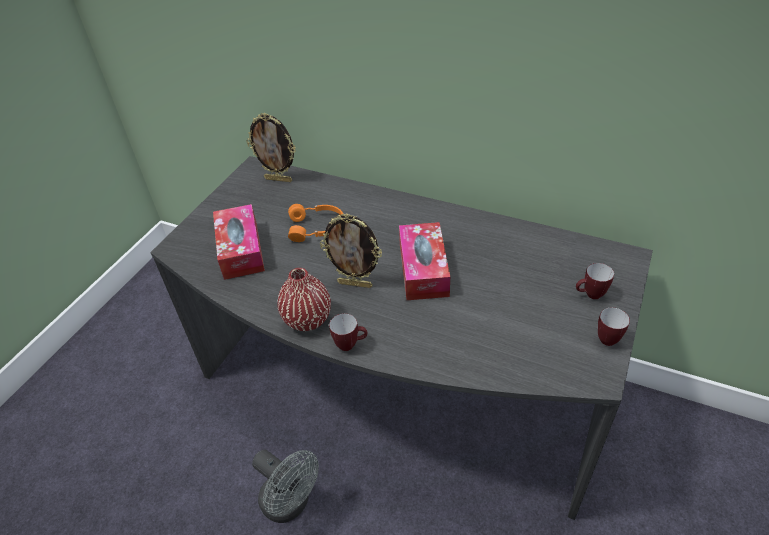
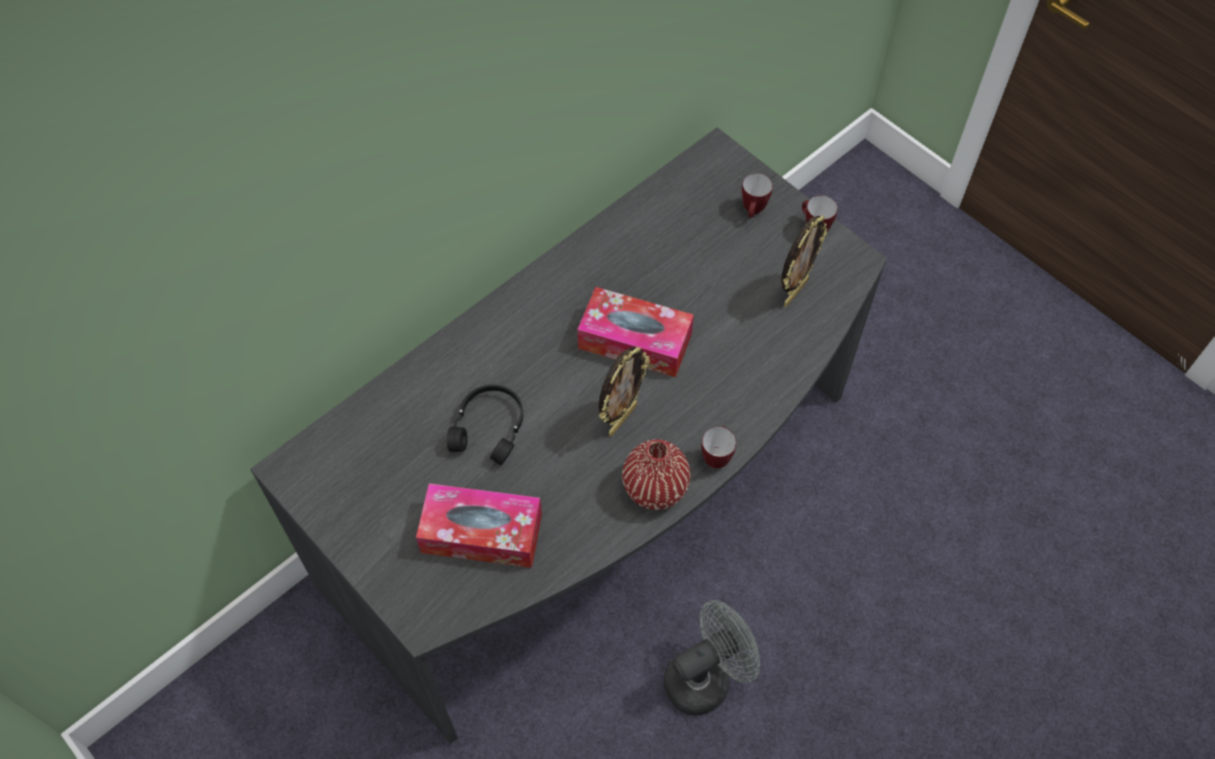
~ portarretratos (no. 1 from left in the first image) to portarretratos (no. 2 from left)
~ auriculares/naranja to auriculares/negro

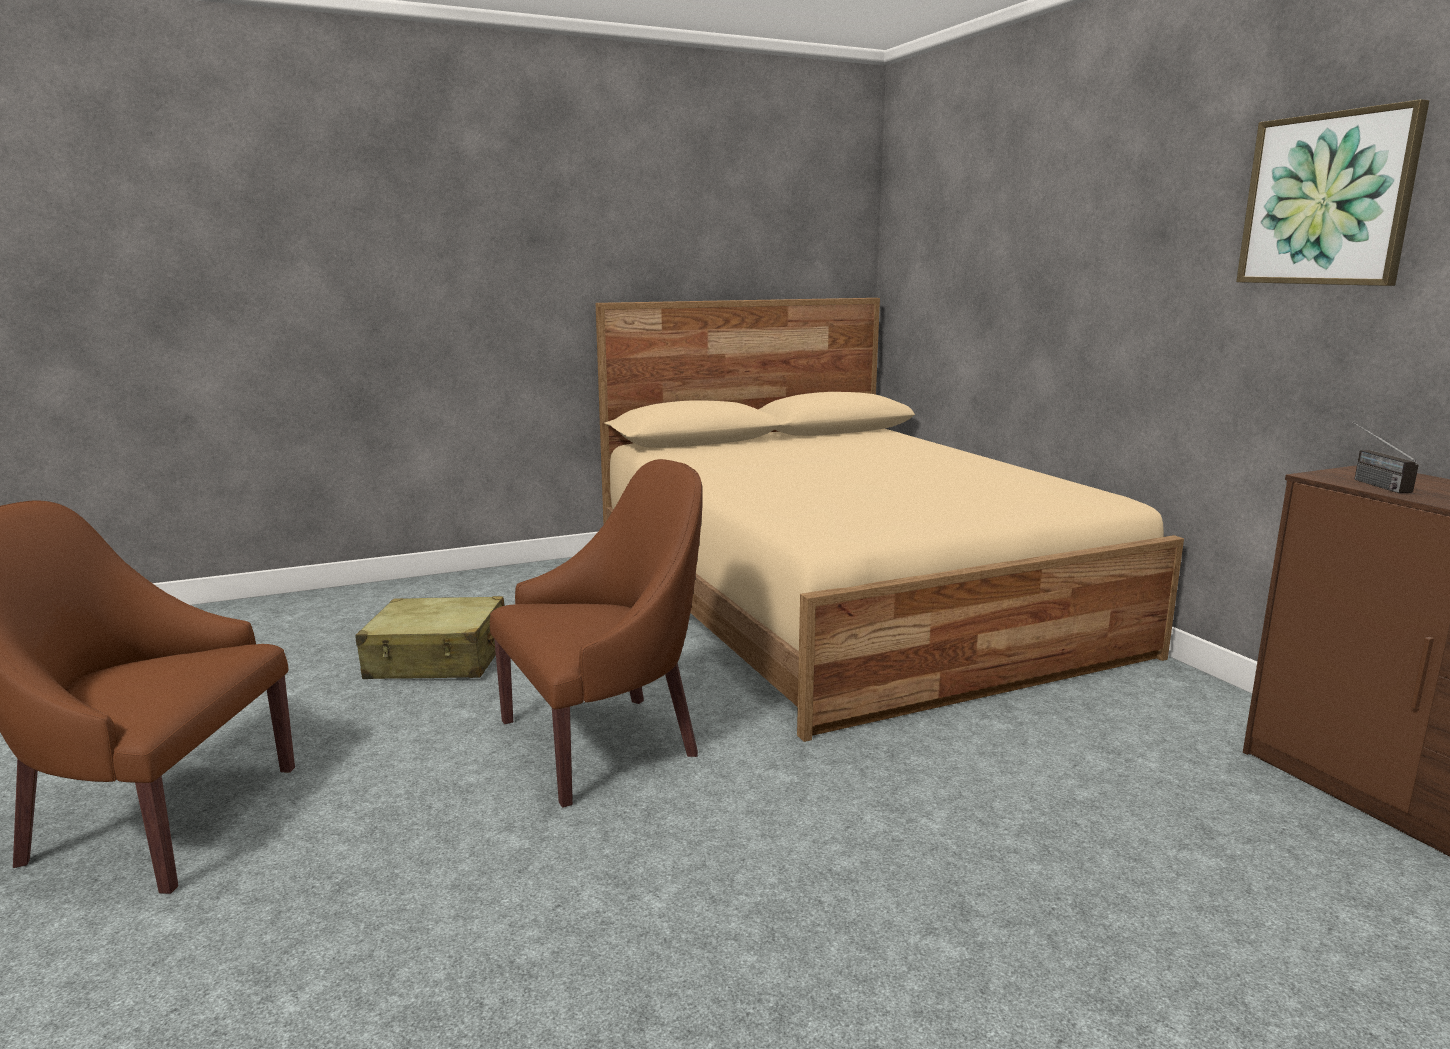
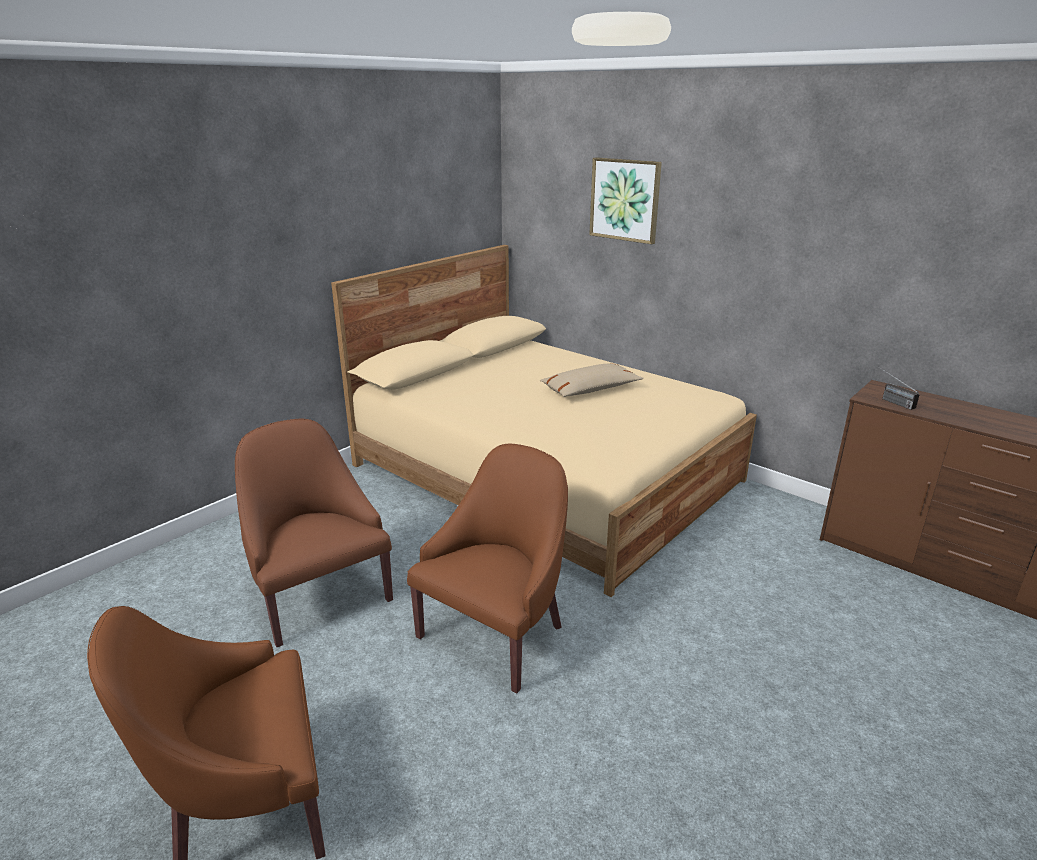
~ maleta/beis to sillón/marrón (no. 2 from left)
~ cuadro
+ cojín/beis

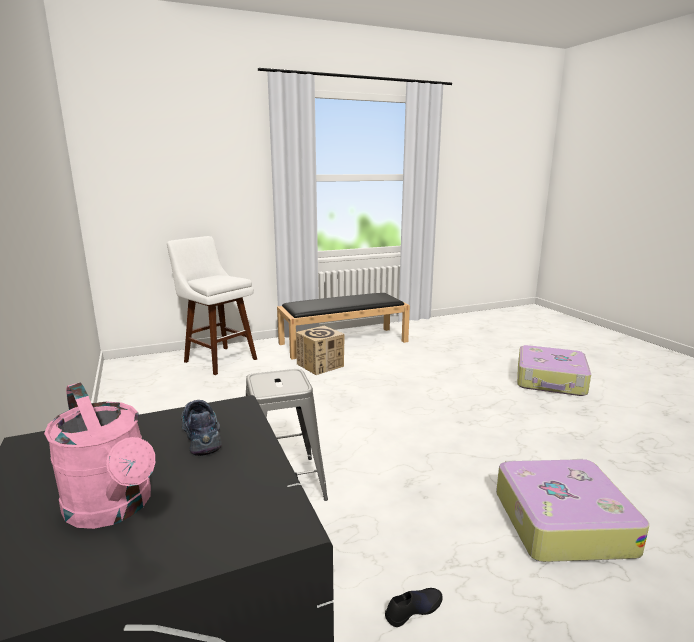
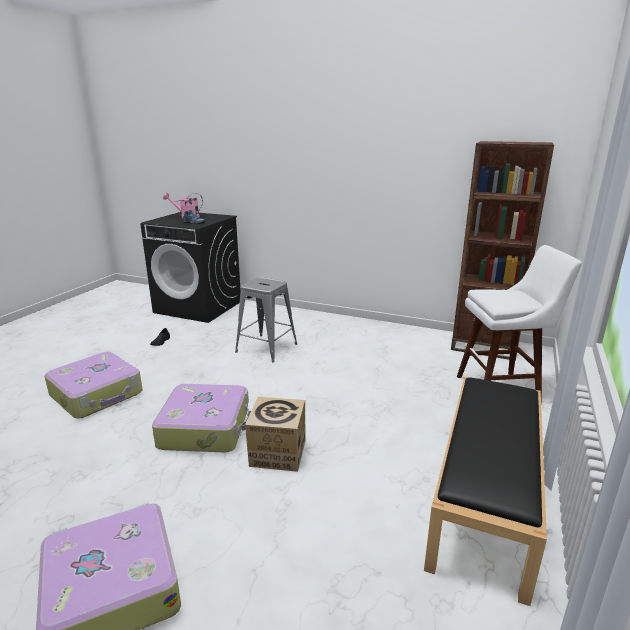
~ caja de cartón
+ maleta (no. 3 from left)
+ estantería/marrón

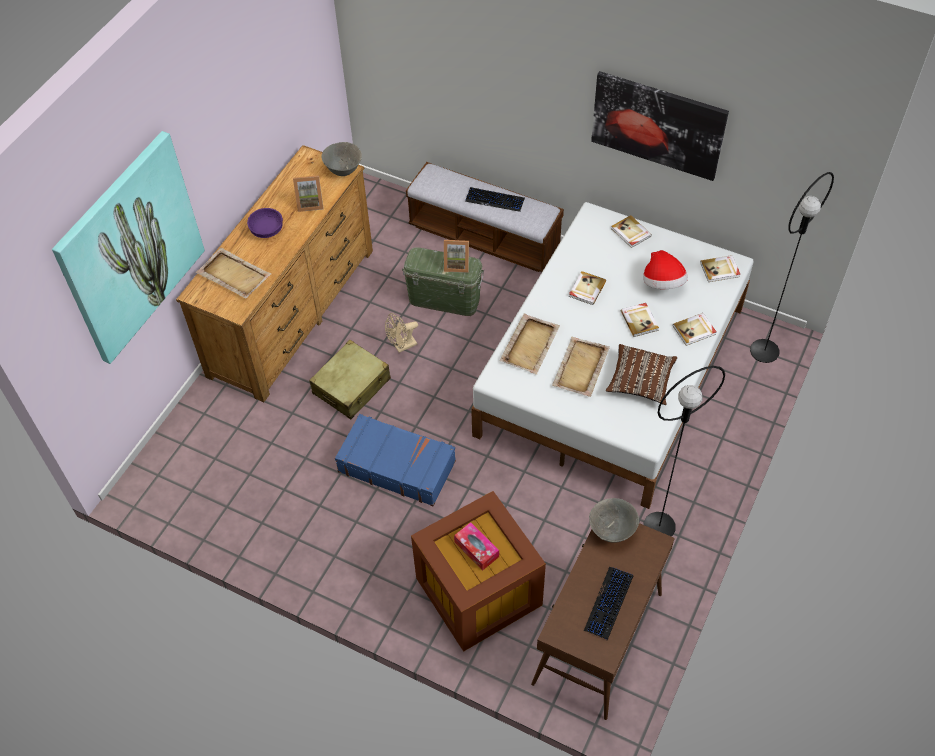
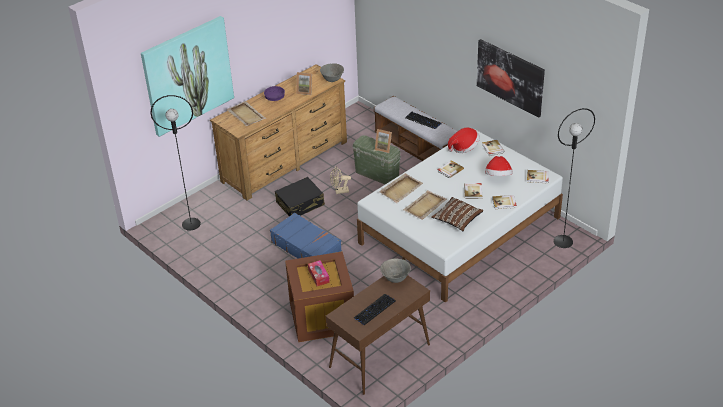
~ maleta/beis to maleta/negro
~ lámpara de pie/negro (no. 1 from left)
+ sombrero (no. 1 from left)

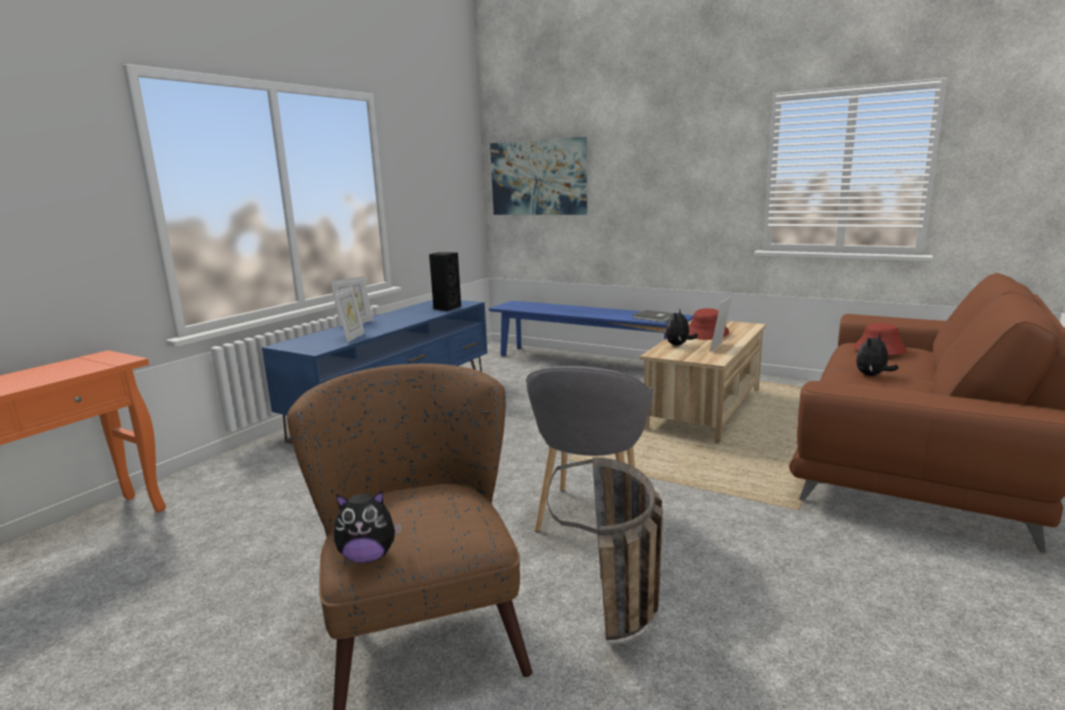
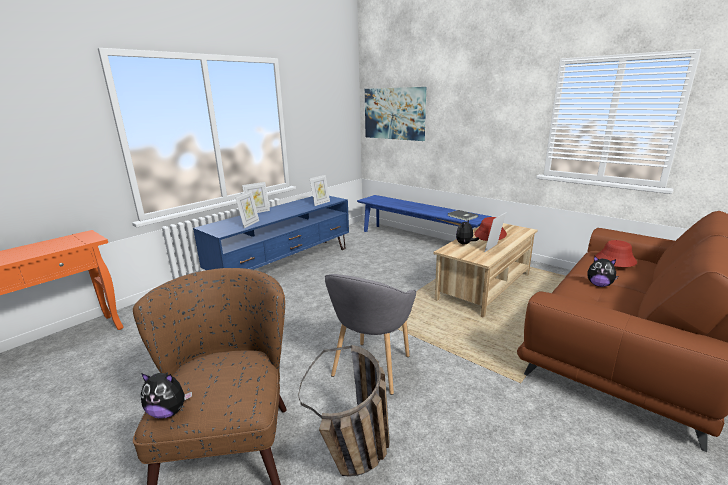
~ altavoz/negro to portarretratos (no. 3 from left)
~ peluche (no. 3 from left) 120 degrees counterclockwise

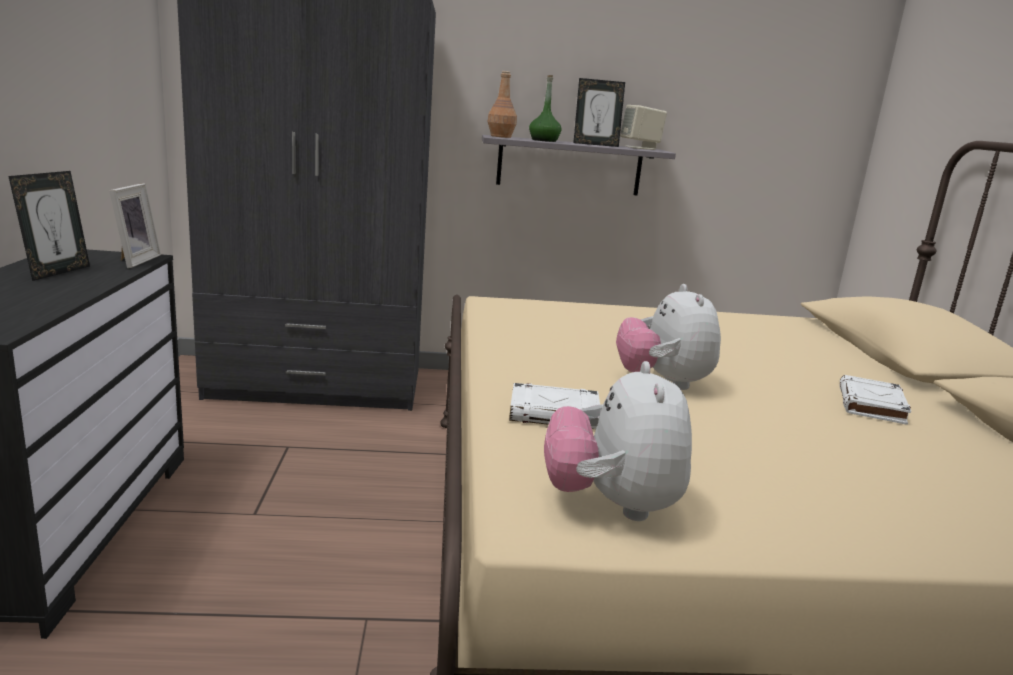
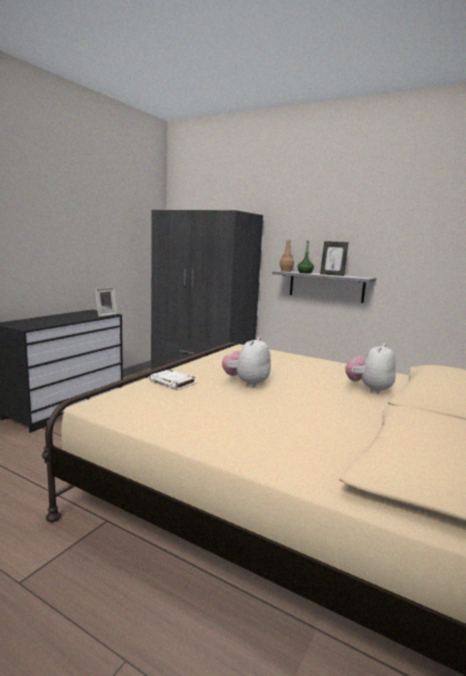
- portarretratos (no. 1 from left)
~ peluche (no. 1 from left in the first image) to peluche (no. 2 from left)
- altavoz/beis
- libro/blanco (no. 2 from left)

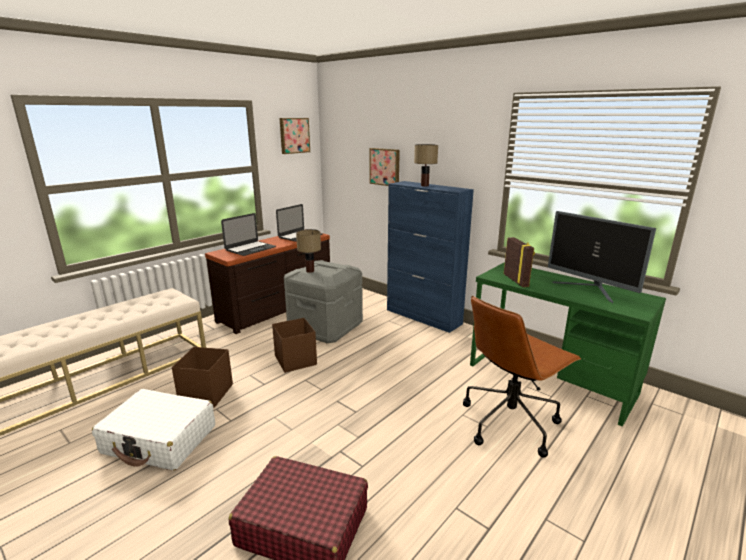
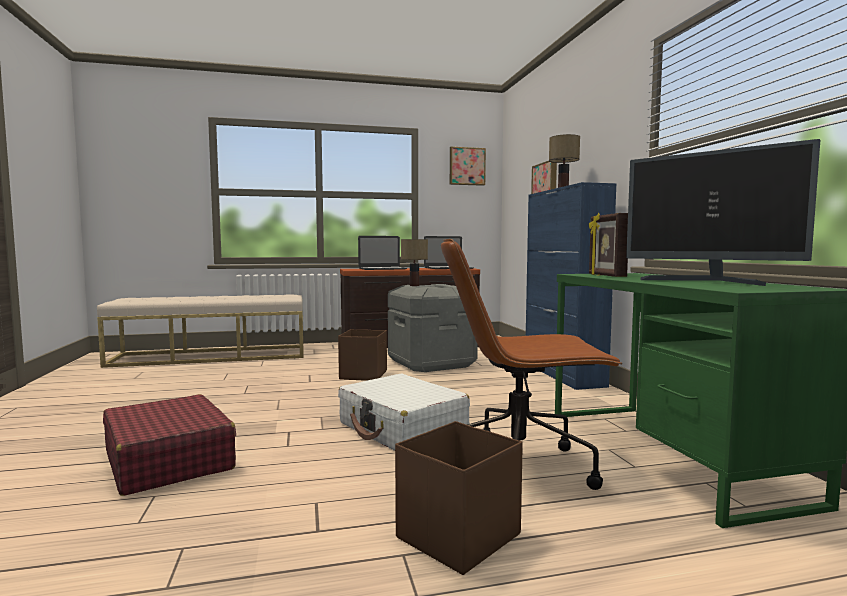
~ maleta/blanco
~ caja de almacenaje/marrón (no. 1 from left in the first image) to caja de almacenaje/marrón (no. 2 from left)
~ portarretratos 150 degrees clockwise
~ monitor 45 degrees counterclockwise

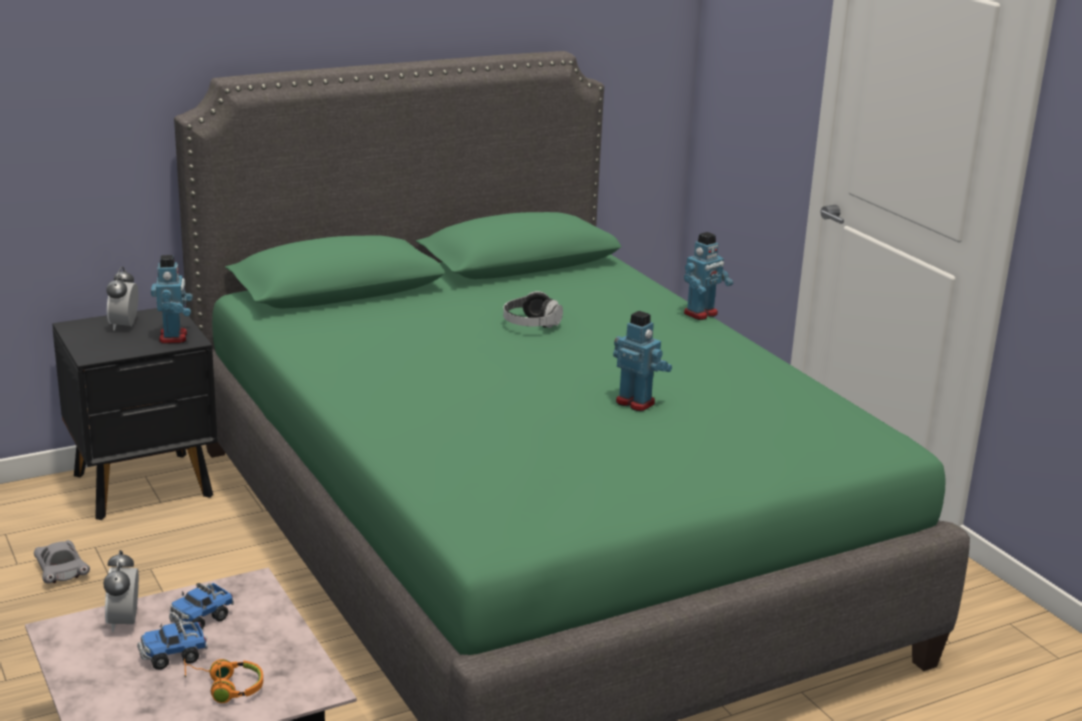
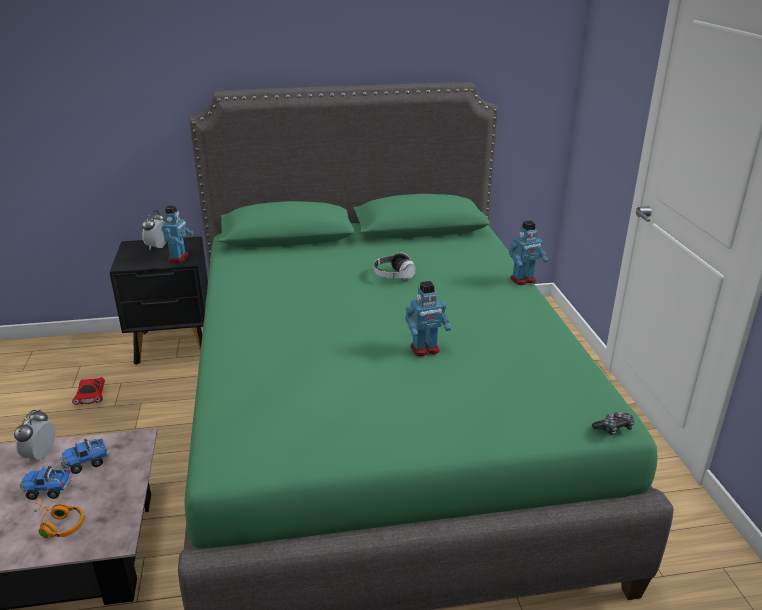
~ coche de juguete/gris to coche de juguete/rojo
~ robot de juguete (no. 2 from left) 105 degrees clockwise
+ mando de consola

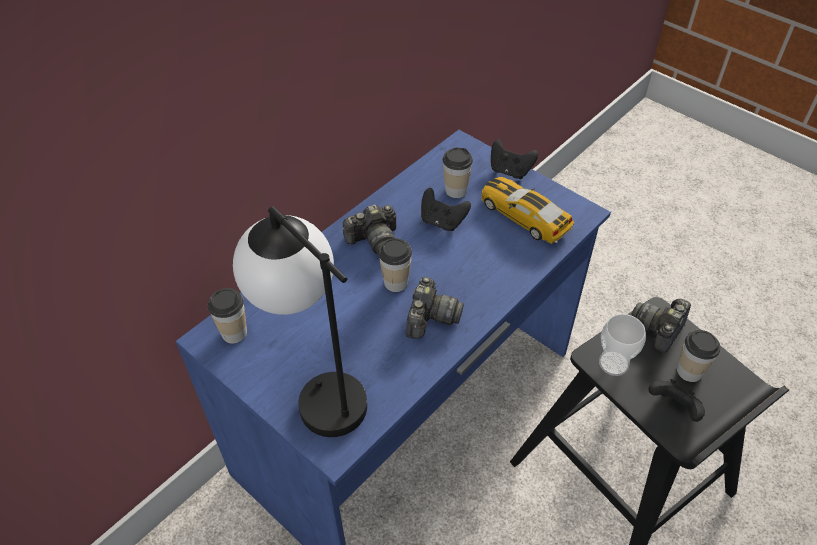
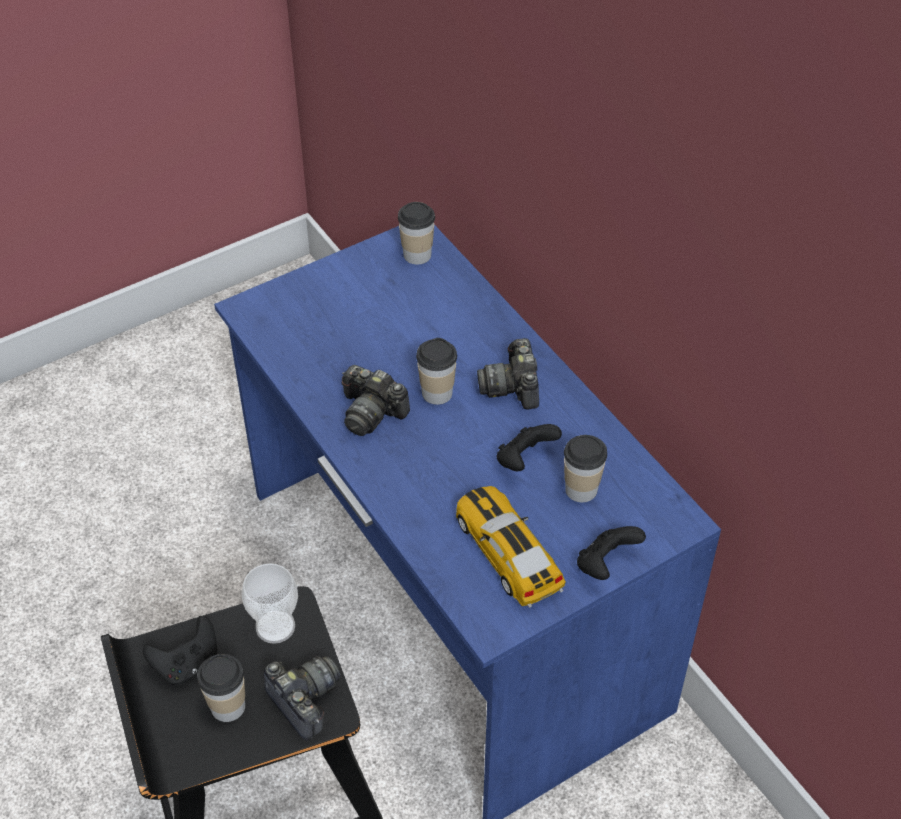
- lámpara de mesa
~ coche de juguete 90 degrees counterclockwise

